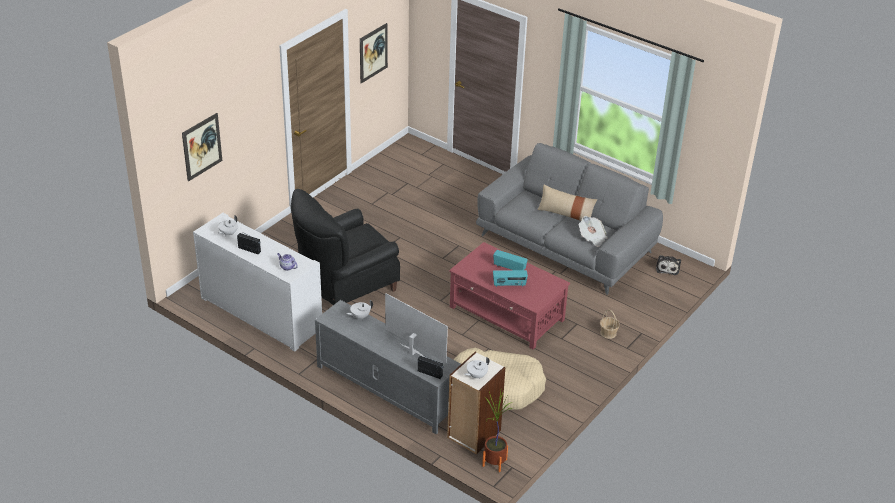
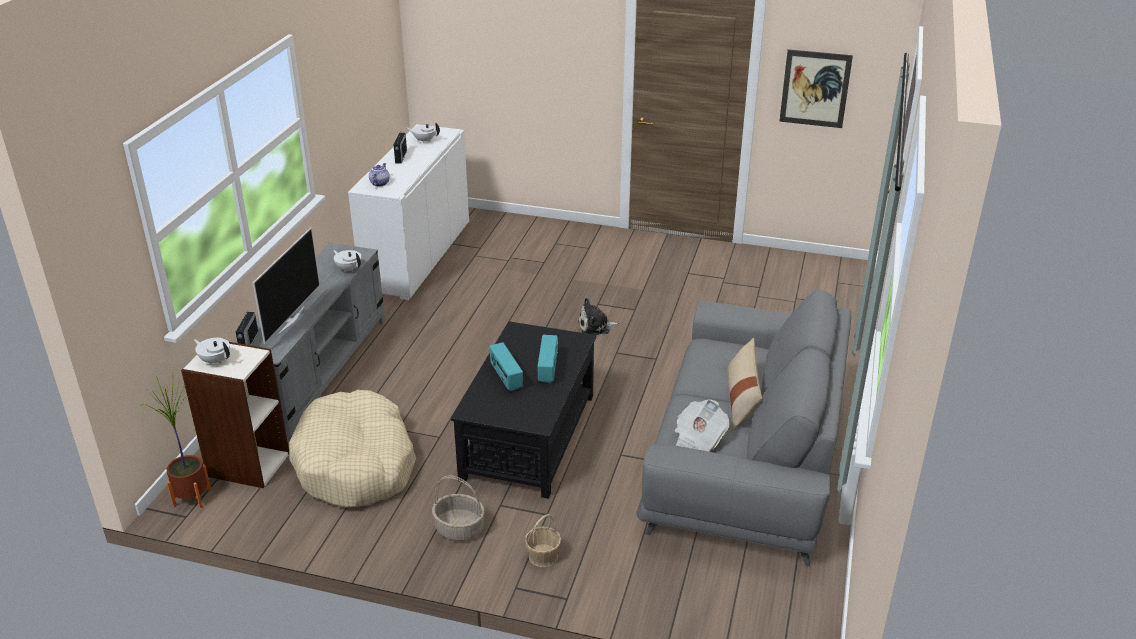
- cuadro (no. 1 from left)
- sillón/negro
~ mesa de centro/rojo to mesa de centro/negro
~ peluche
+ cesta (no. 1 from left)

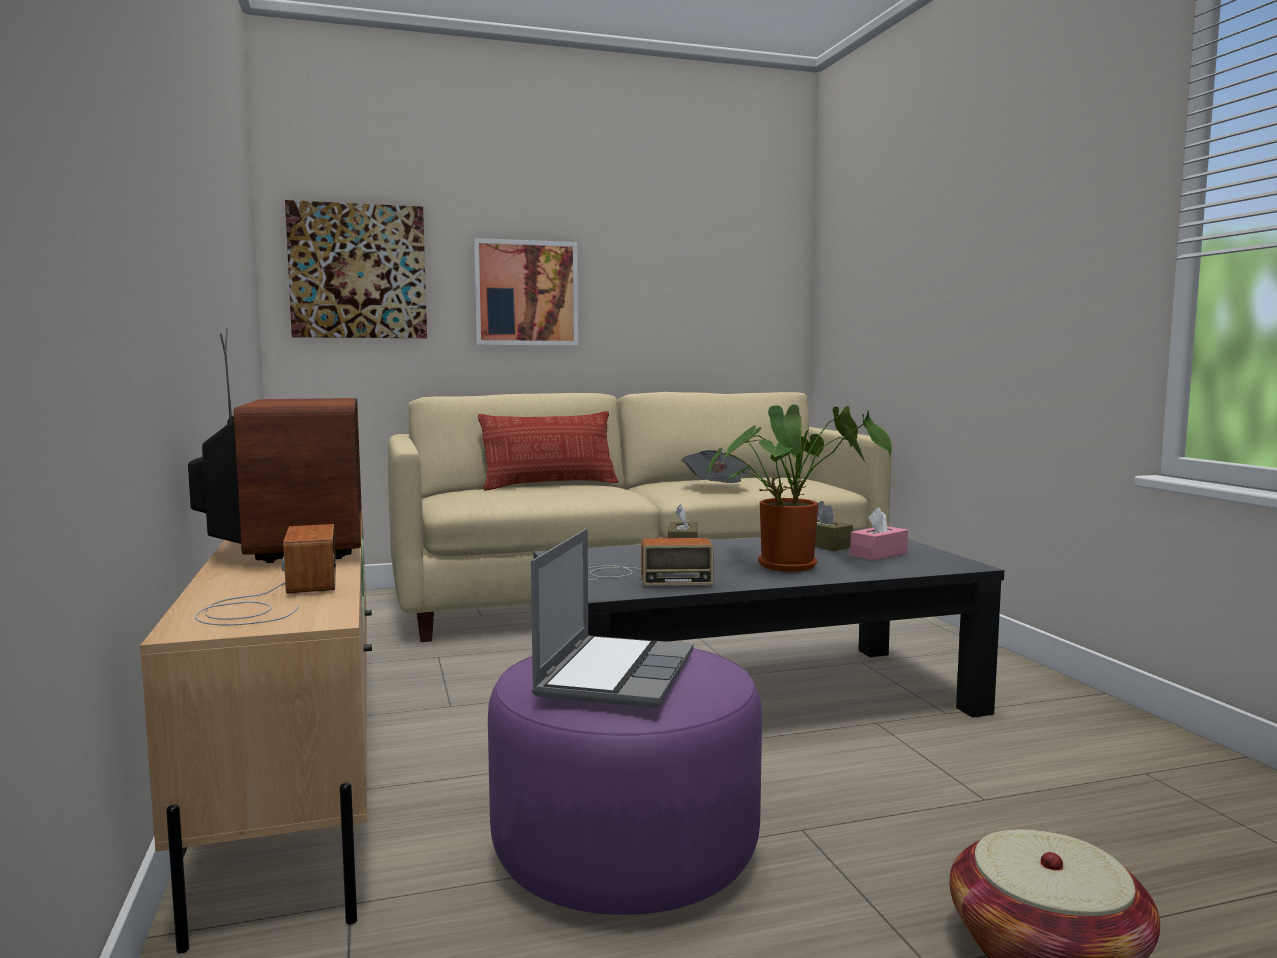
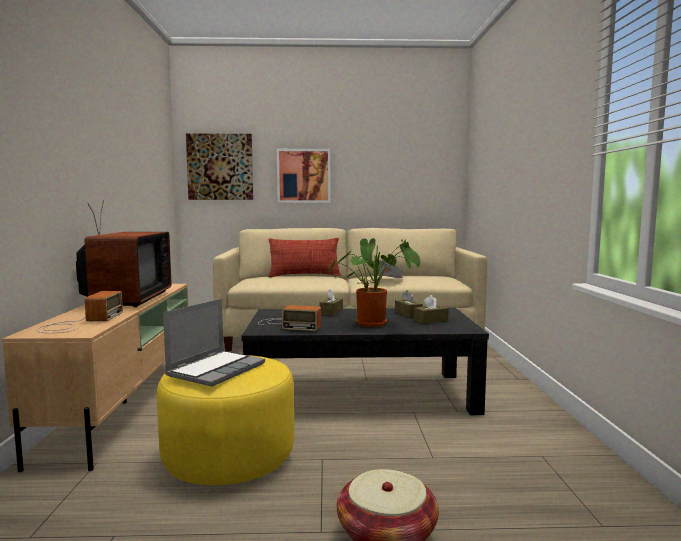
~ puf/morado to puf/amarillo
~ caja de pañuelos/rosa to caja de pañuelos/marrón (no. 3 from left)

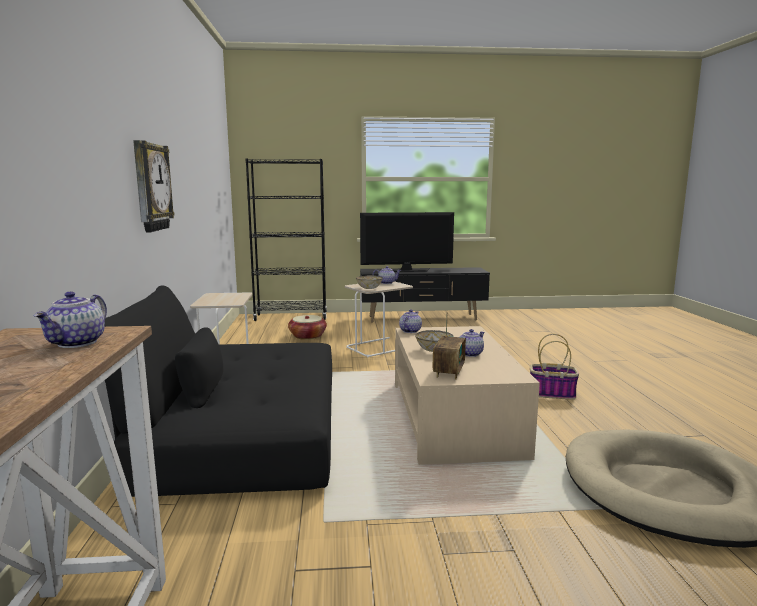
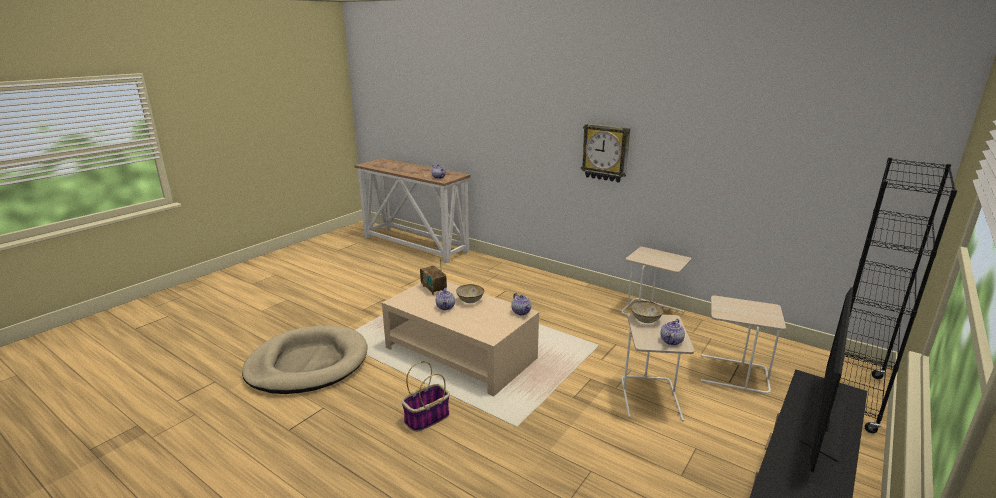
- sofá/negro
~ cesta (no. 1 from left) to mesa auxiliar/beis (no. 3 from left)

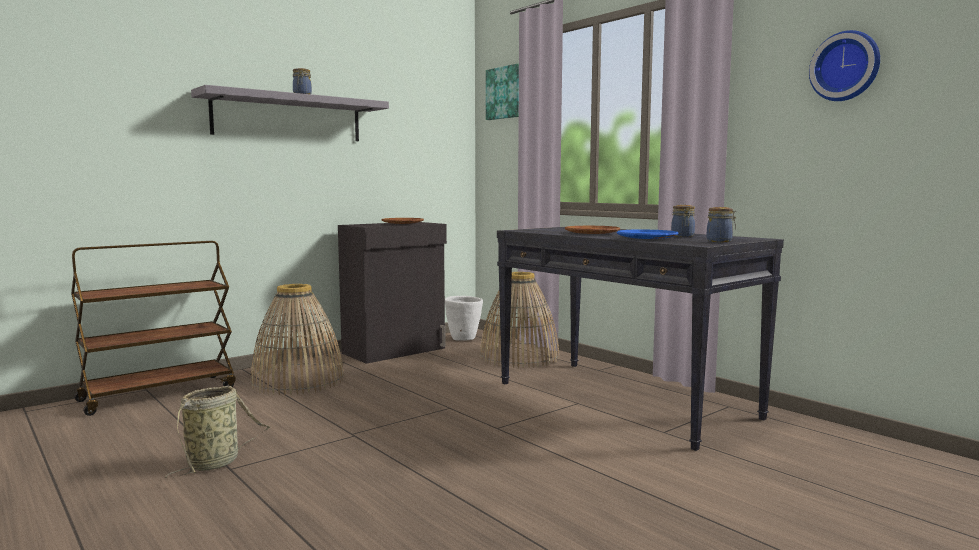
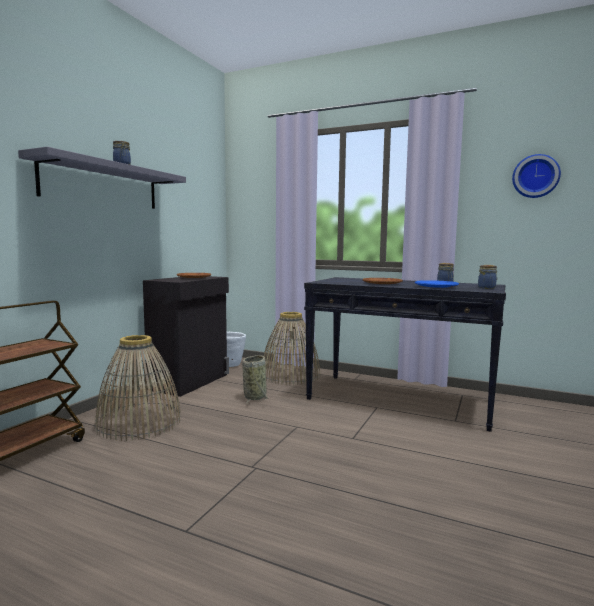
~ cesta (no. 1 from left in the first image) to cesta (no. 2 from left)
- cuadro

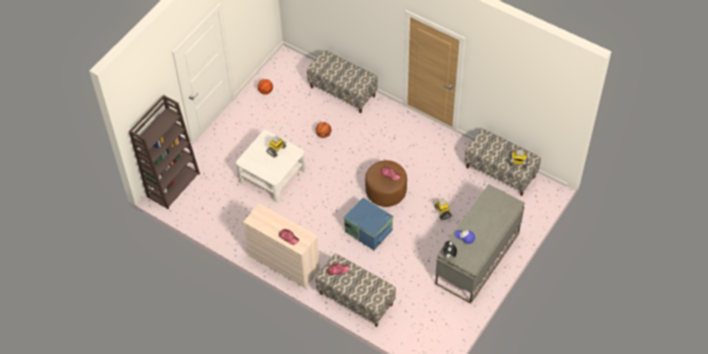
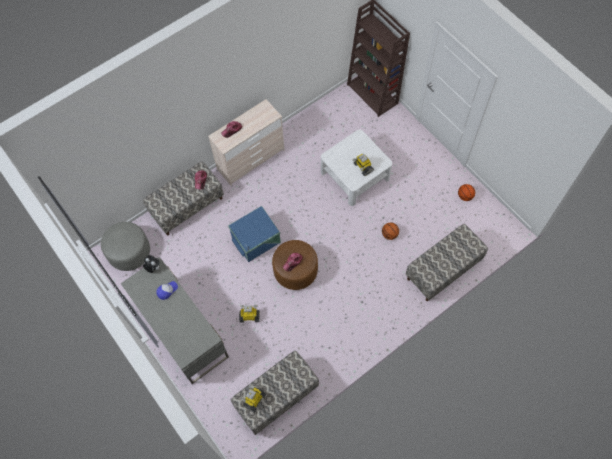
+ puf/gris

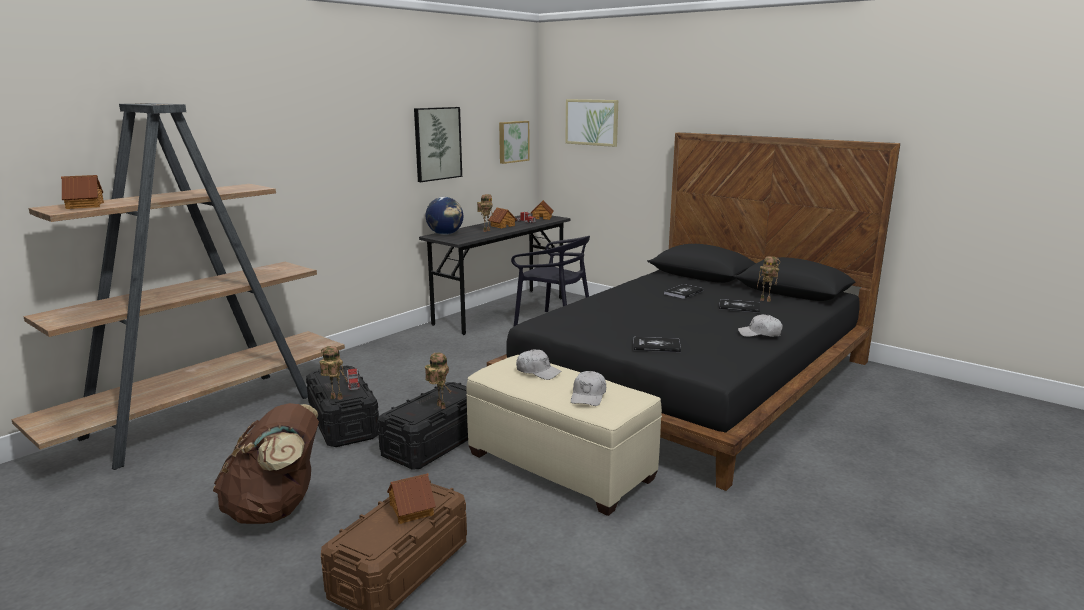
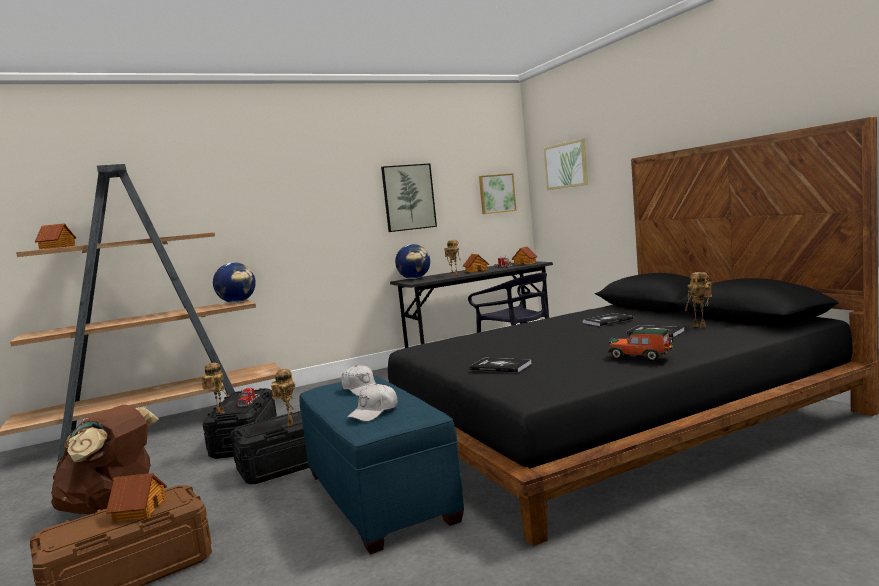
~ puf/beis to puf/azul
~ gorra/blanco (no. 3 from left) to coche de juguete
+ globo terráqueo (no. 1 from left)

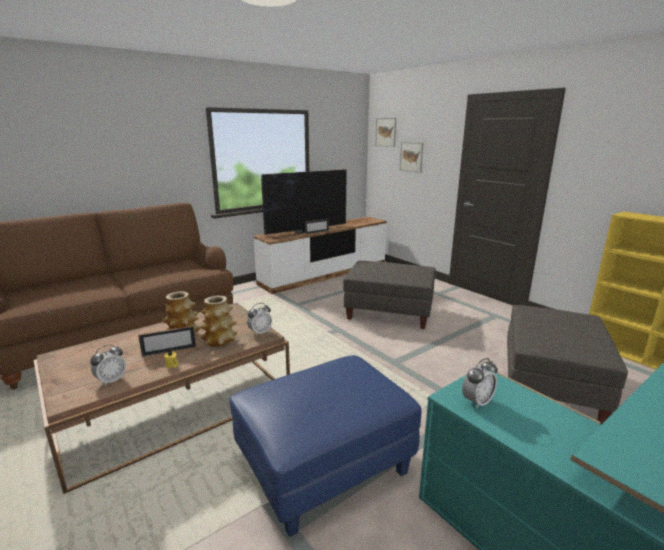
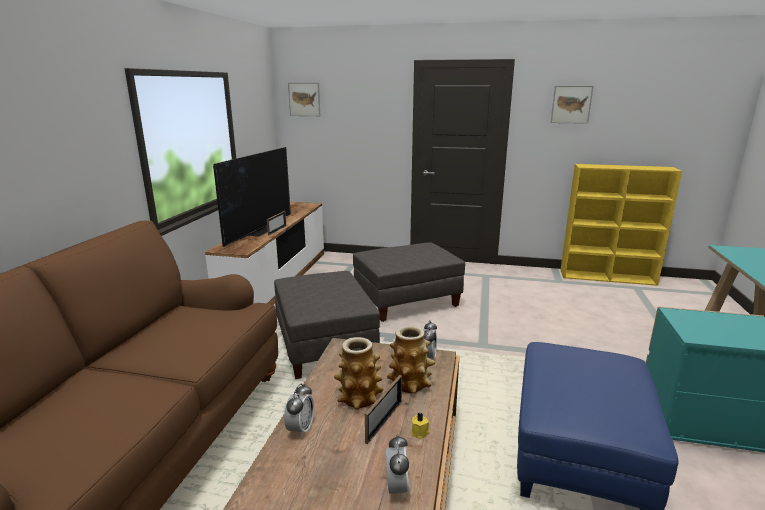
~ cuadro (no. 2 from left)
~ despertador (no. 3 from left in the first image) to despertador (no. 1 from left)
~ puf/gris (no. 2 from left in the first image) to puf/gris (no. 1 from left)

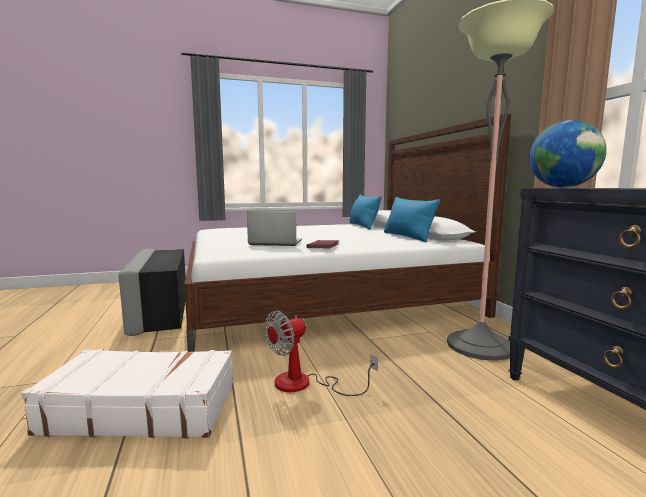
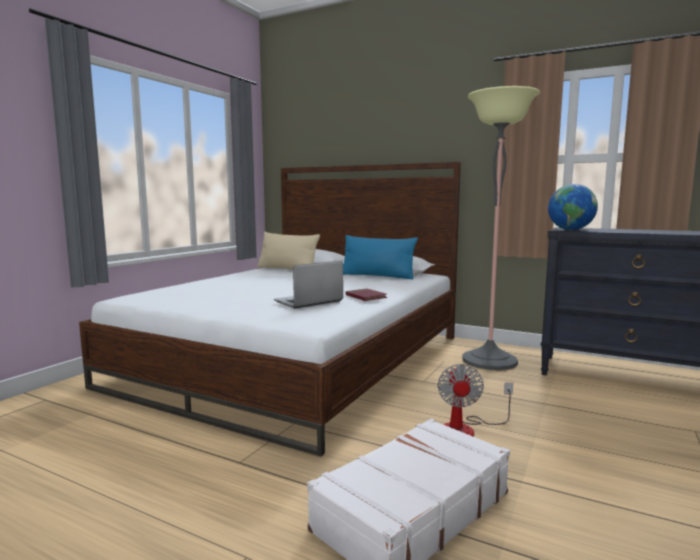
- puf/gris
~ cojín/azul (no. 1 from left) to cojín/beis

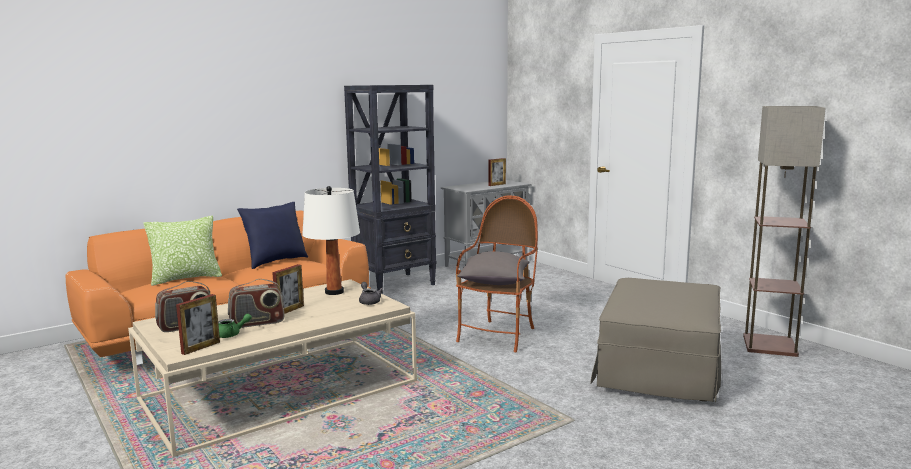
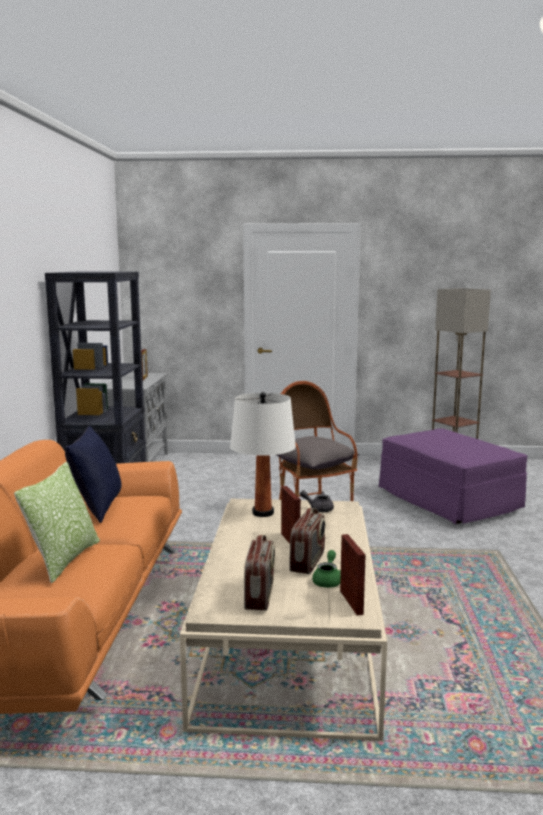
~ puf/beis to puf/morado

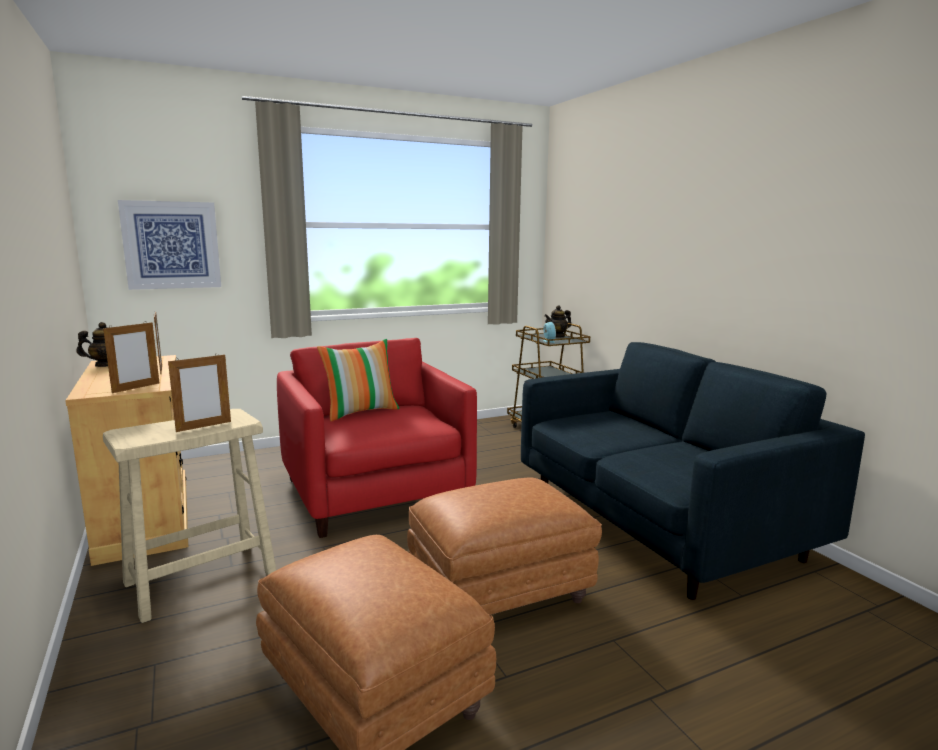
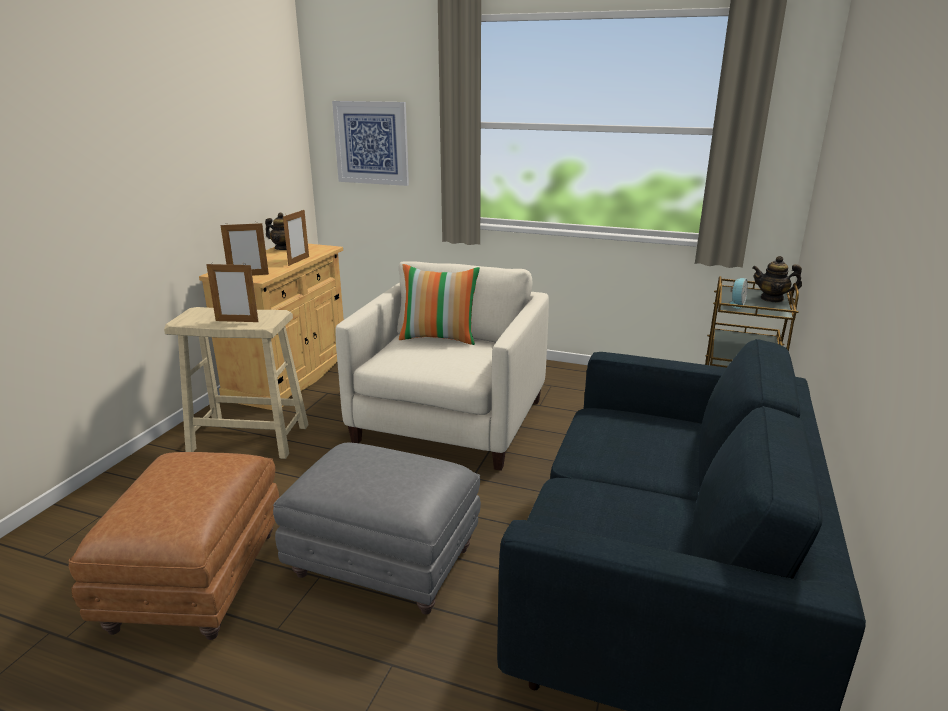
~ sillón/rojo to sillón/beis
~ puf/marrón (no. 2 from left) to puf/gris

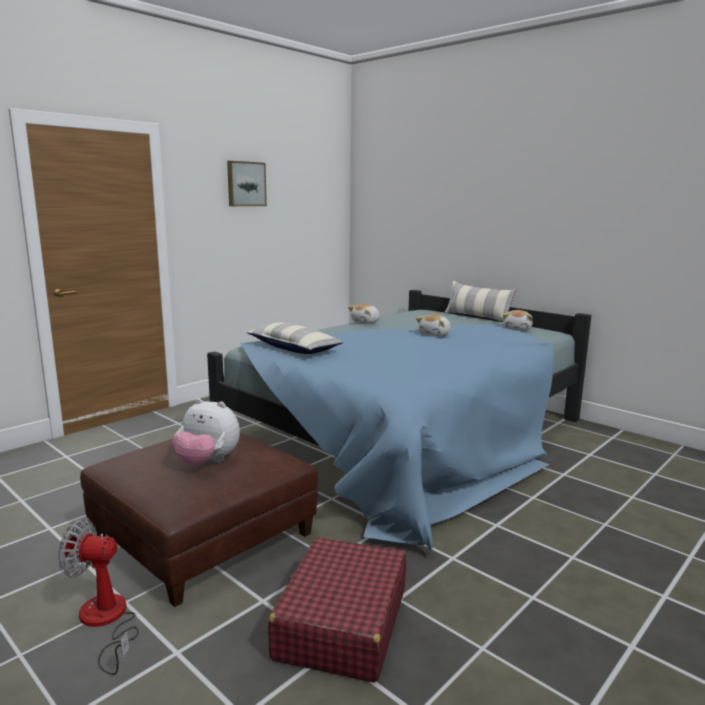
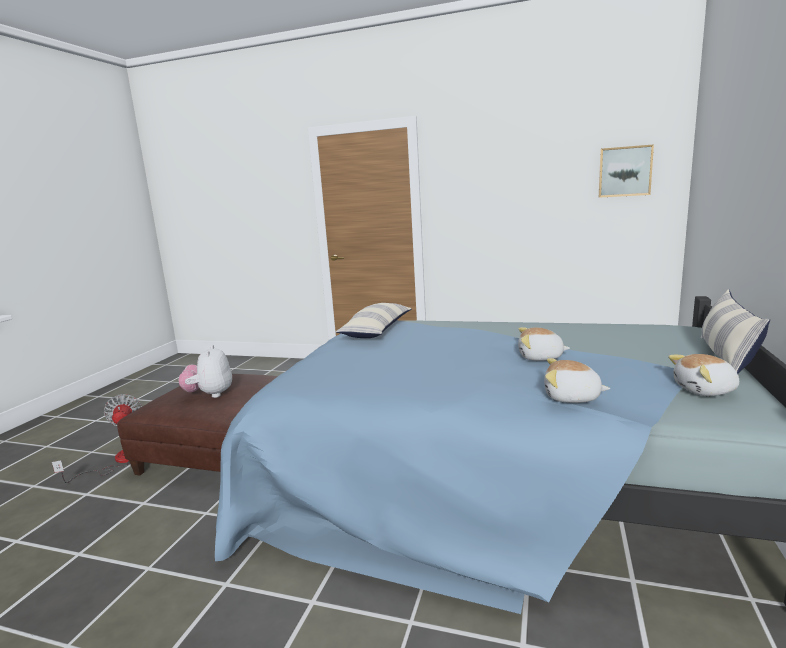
~ cuadro
- maleta/rojo
~ peluche (no. 2 from left in the first image) to peluche (no. 3 from left)

